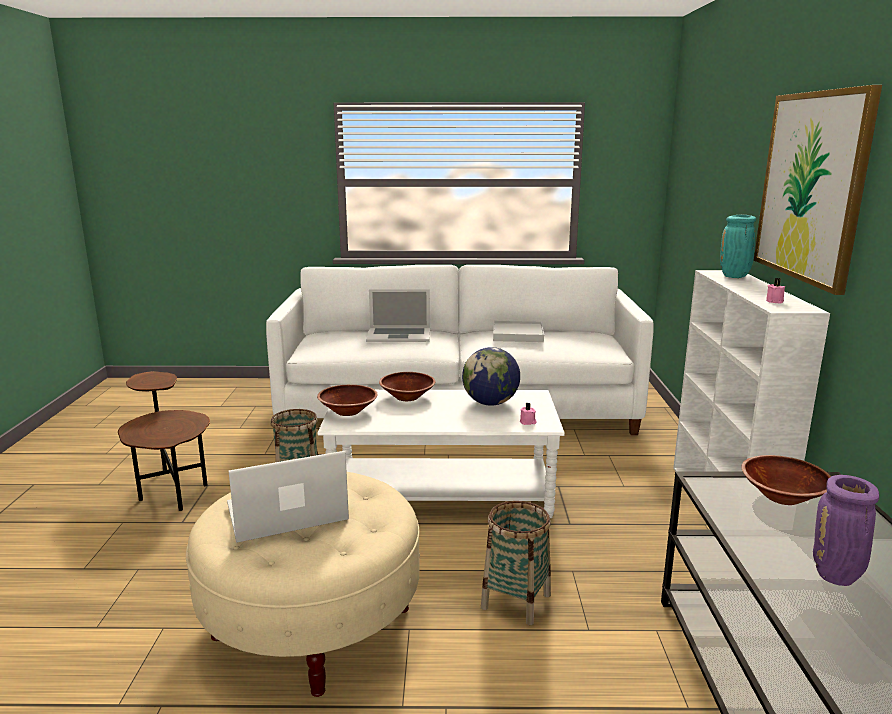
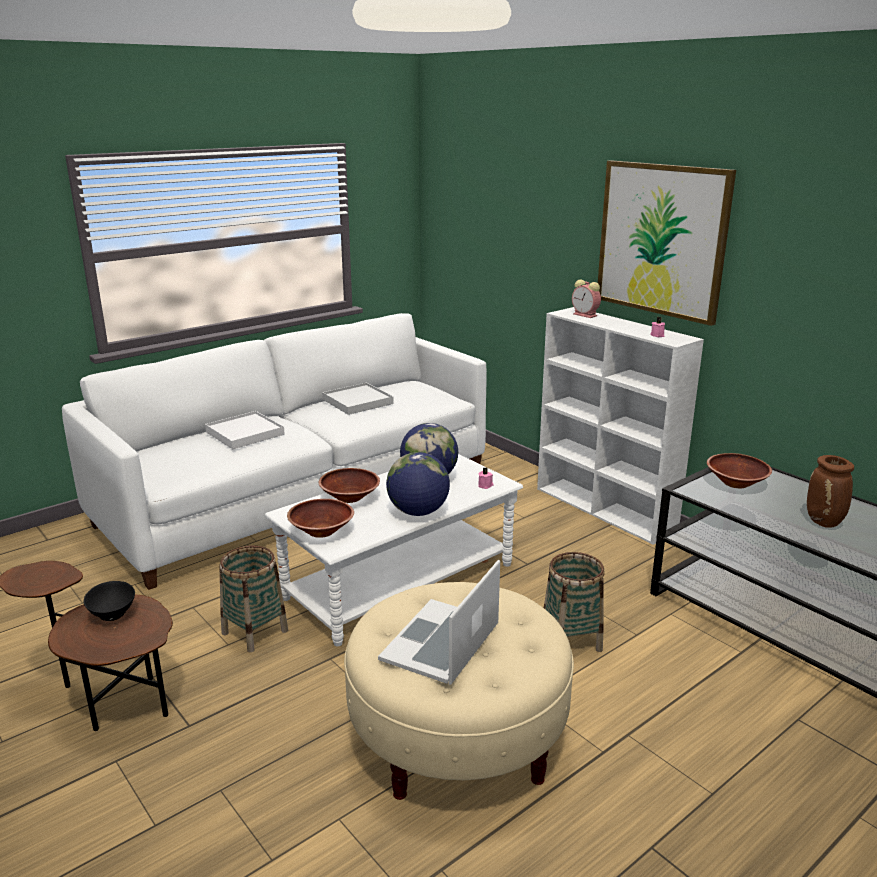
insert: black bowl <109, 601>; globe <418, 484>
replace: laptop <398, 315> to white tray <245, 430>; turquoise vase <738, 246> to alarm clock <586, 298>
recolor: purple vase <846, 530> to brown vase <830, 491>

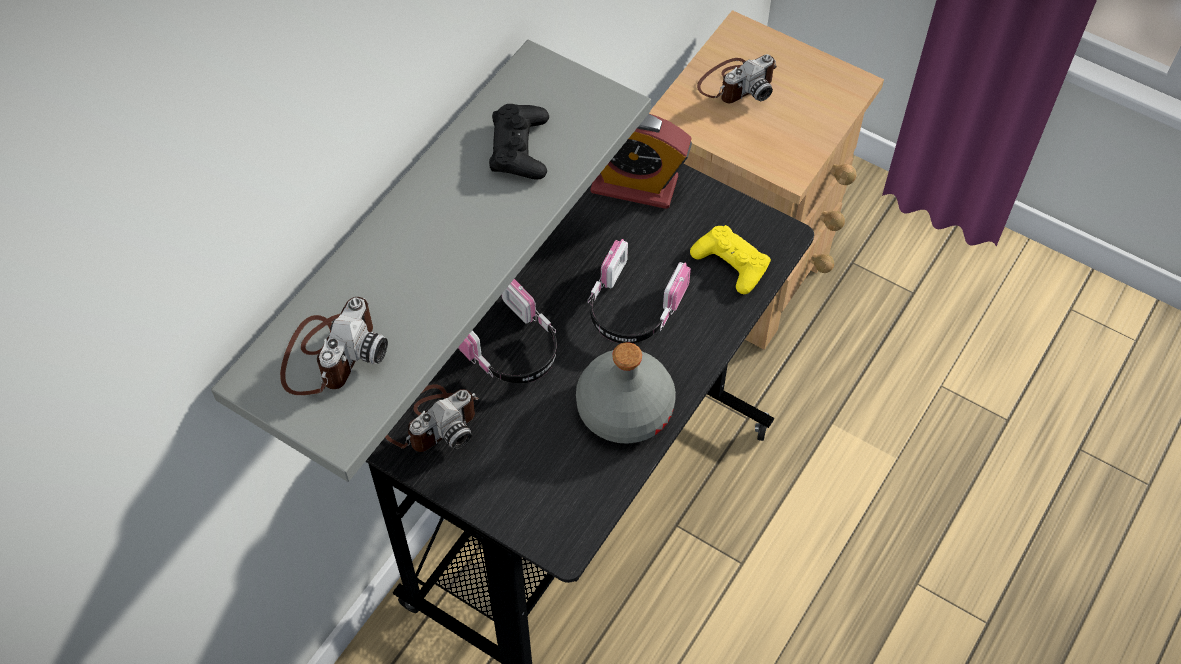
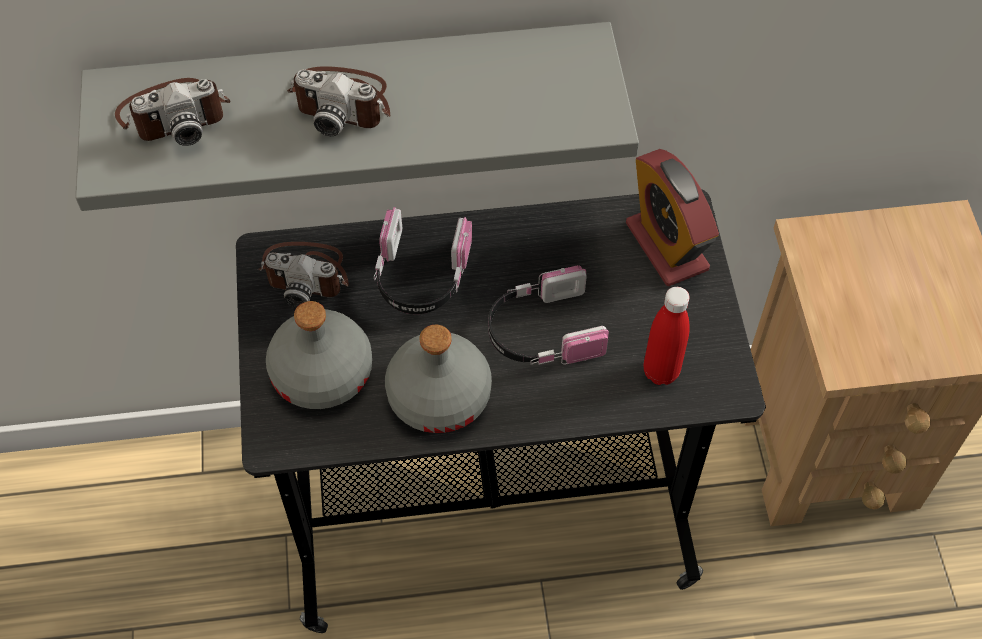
delete: black game controller <519, 141>
insert: grey bottle <319, 355>
move: photo camera <737, 78> to <338, 101>
replace: yellow game controller <730, 259> to red bottle <666, 336>

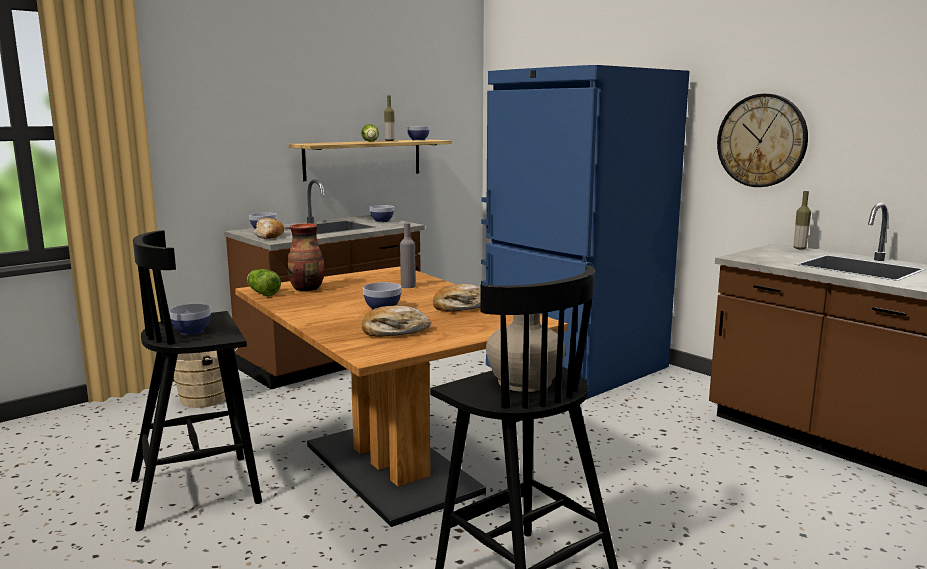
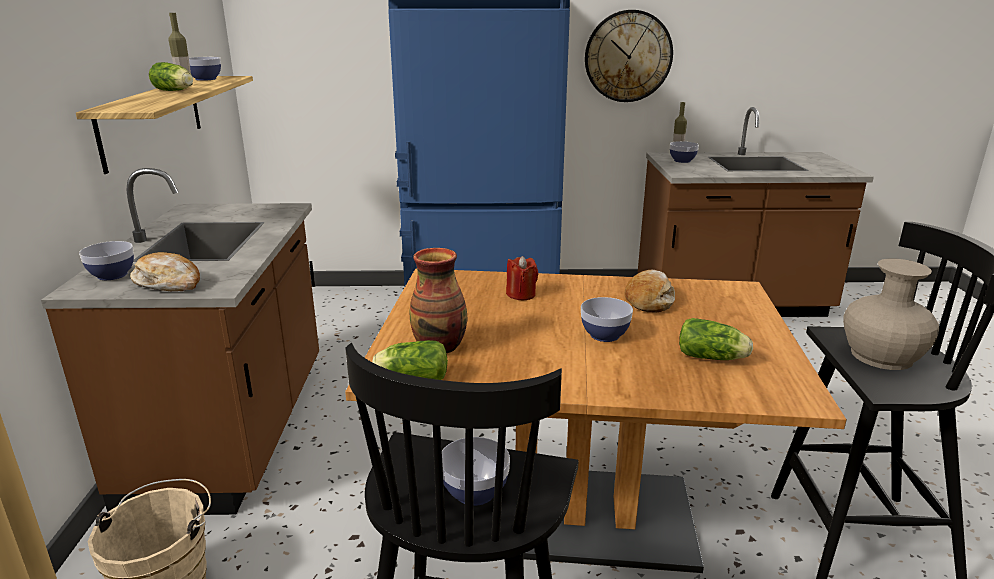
move: bowl <382, 213> to <684, 152>
replace: grey bottle <408, 255> to red candle <522, 278>; bread <396, 321> to lettuce <716, 339>

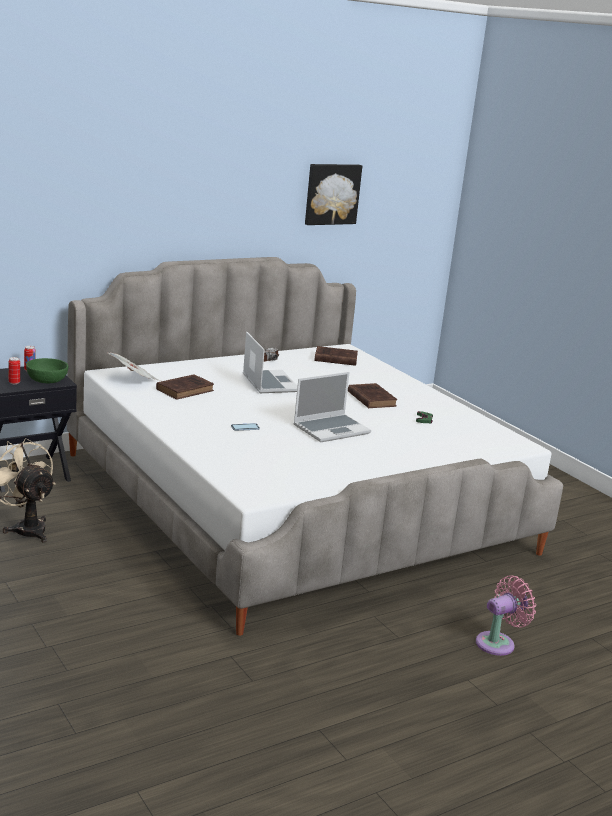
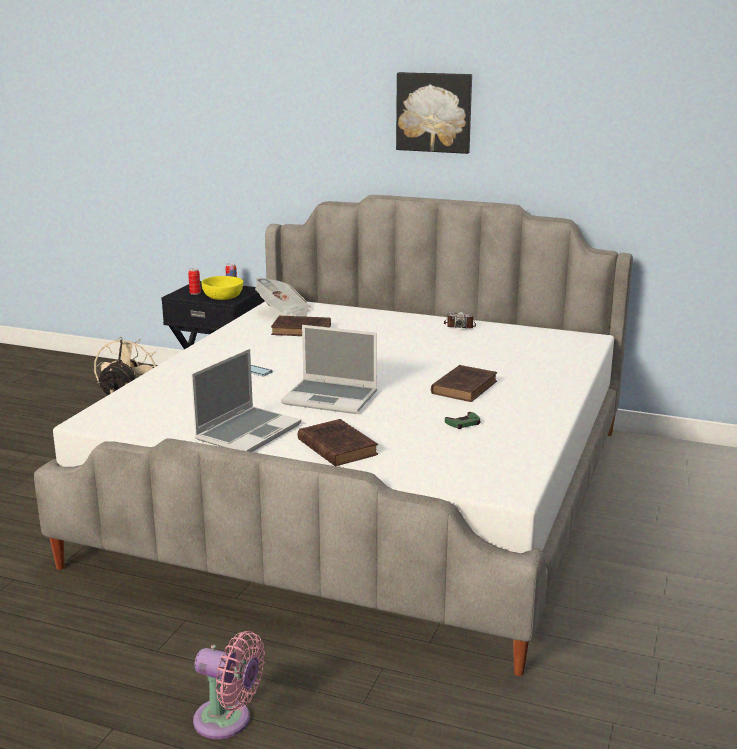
move: laptop <270, 362> to <246, 400>; brown book <336, 356> to <338, 442>; picture <333, 194> to <434, 113>
recolor: green bowl <47, 370> to yellow bowl <222, 288>

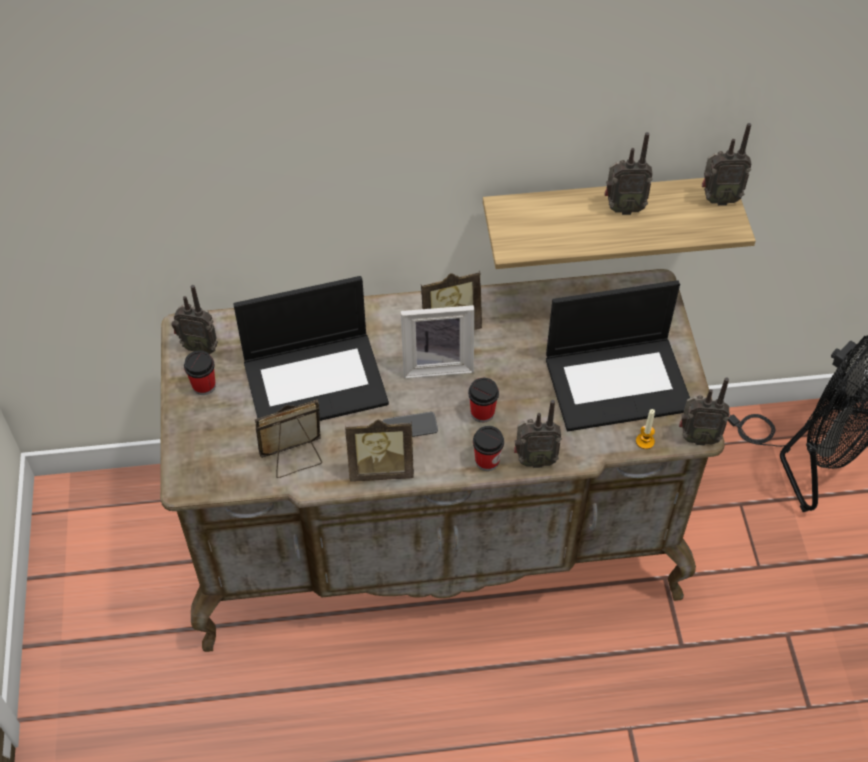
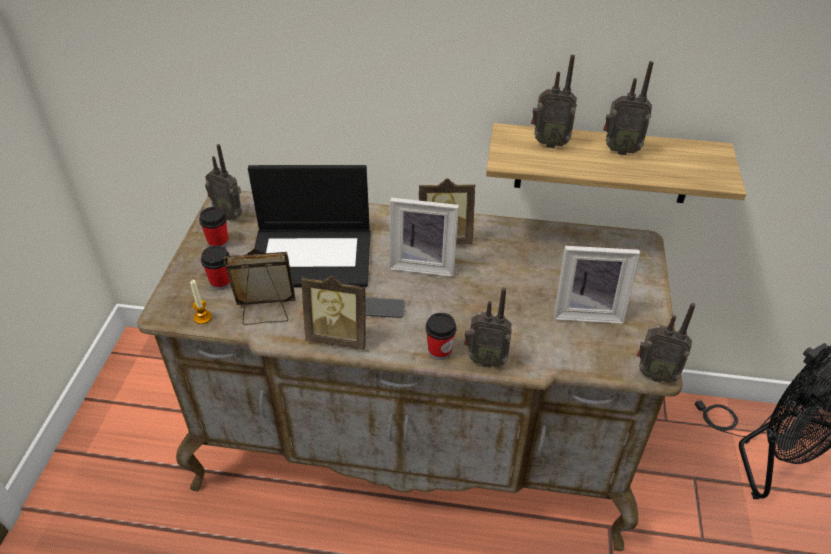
move: candle <645, 429> to <201, 302>; cup <483, 400> to <216, 268>; radio <727, 164> to <554, 101>
replace: laptop <618, 355> to picture frame <597, 285>

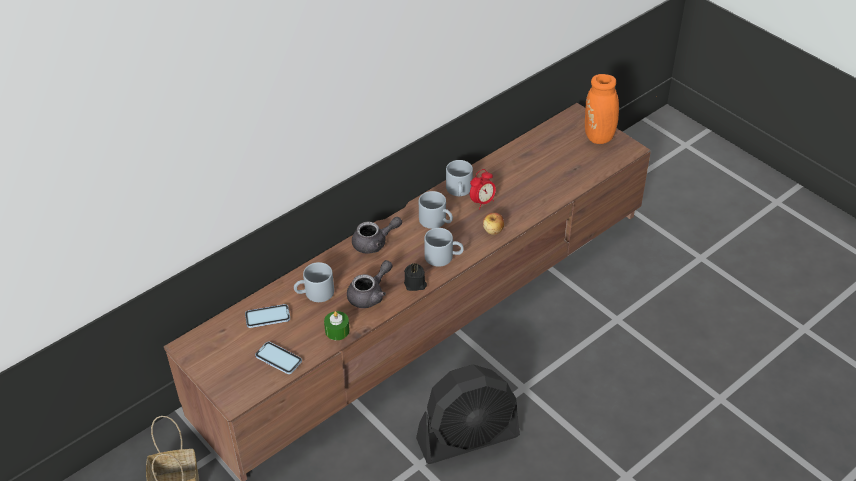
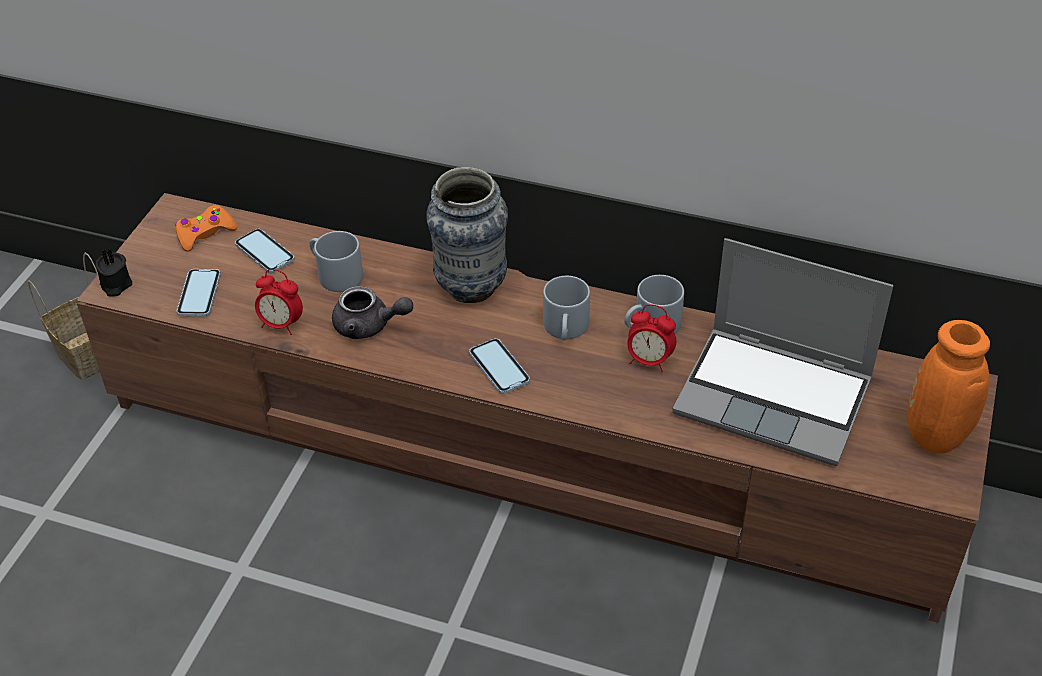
delete: black fan <468, 414>; apple <493, 224>
insert: orange game controller <206, 228>; laptop <782, 352>
move: black candle <415, 277> to <114, 273>
replace: green candle <337, 325> to alarm clock <279, 302>; grey teapot <377, 235> to vase <467, 235>; grey mug <444, 247> to phone <499, 366>

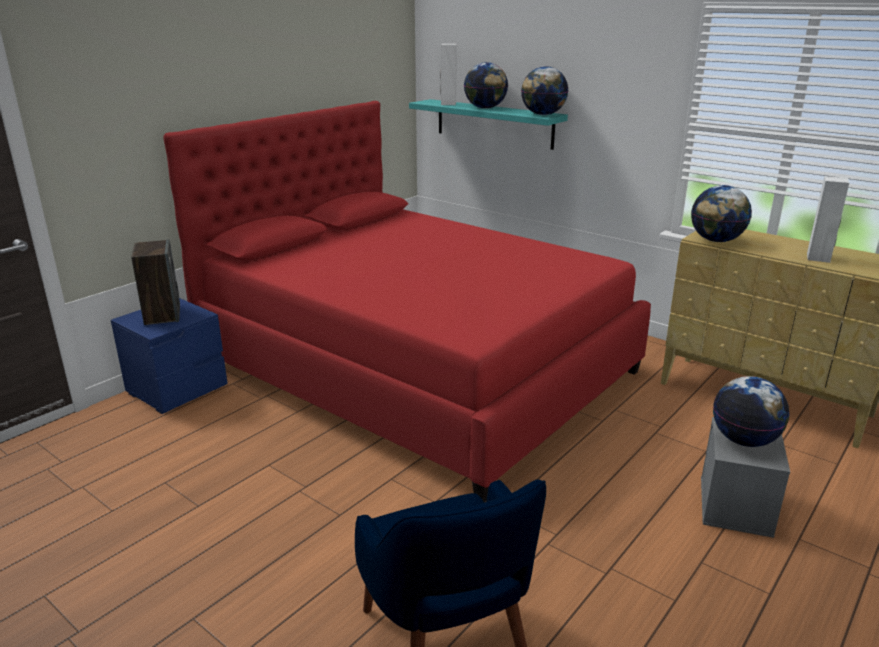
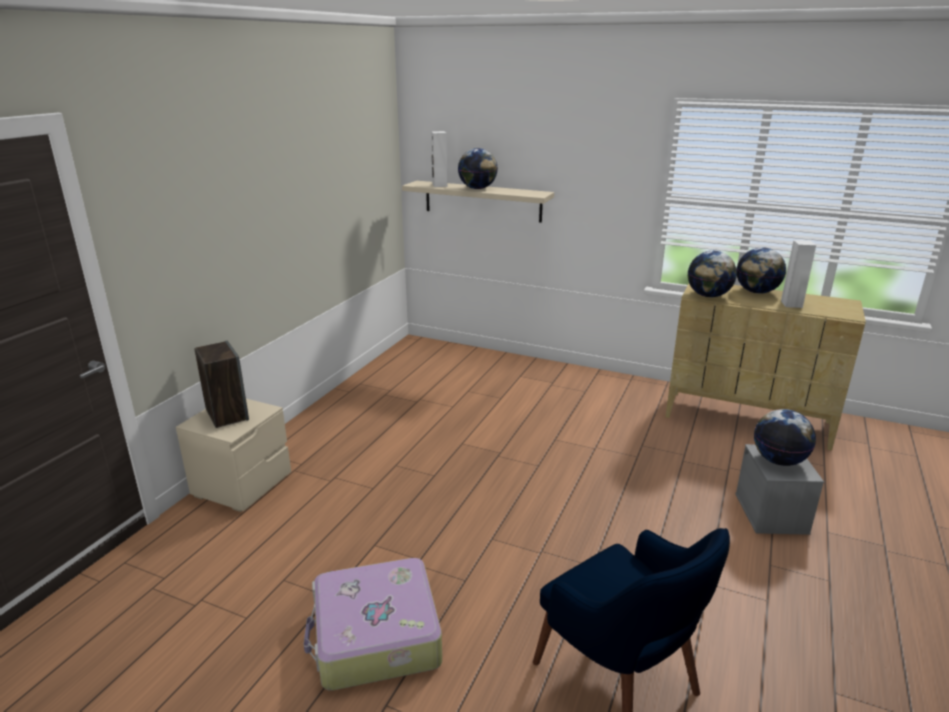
delete: red bed <407, 301>
insert: suitcase <373, 624>
move: globe <544, 90> to <761, 270>
recolor: blue nightstand <169, 356> to beige nightstand <233, 455>; turquoise shelf <488, 124> to beige shelf <478, 202>

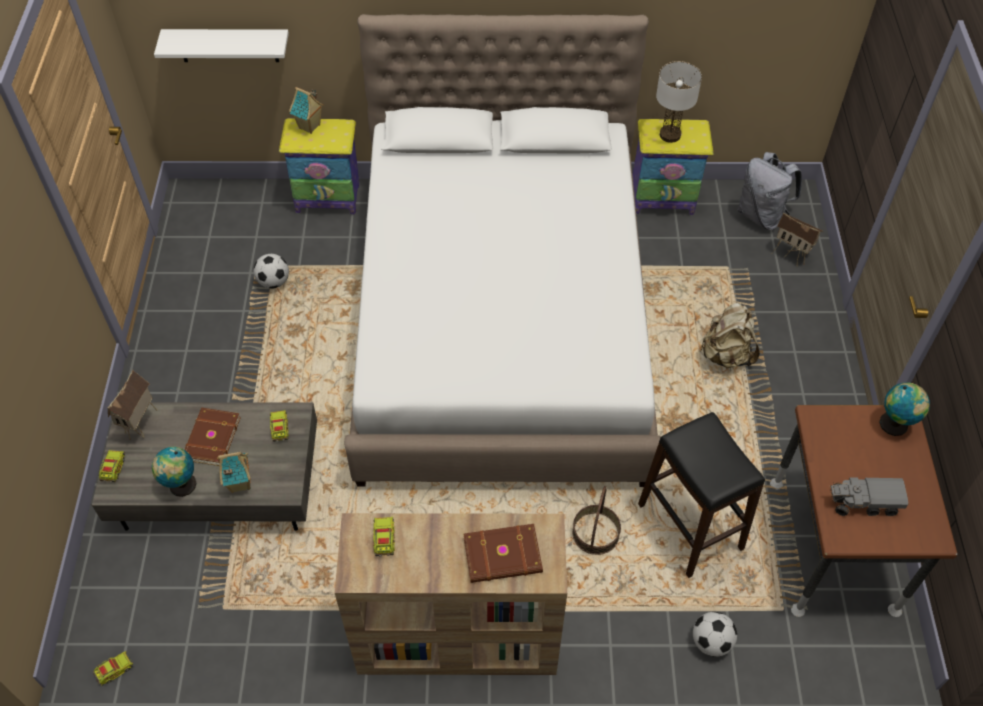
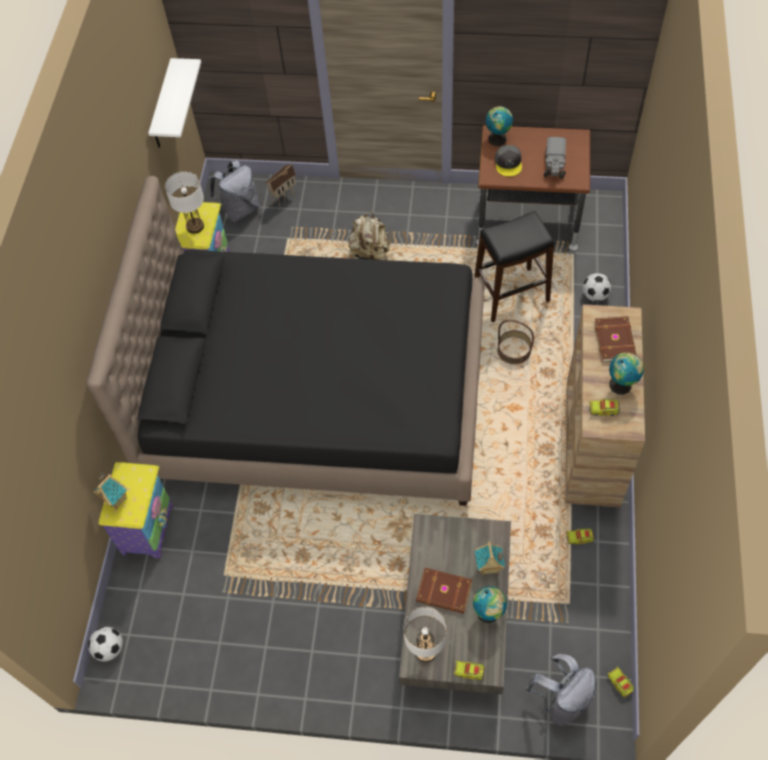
insert: grey cap <508, 161>; grey backpack <561, 690>; globe <626, 373>
move: football <271, 271> to <105, 644>; white shelf <221, 45> to <174, 103>; toy truck <279, 426> to <580, 536>
replace: toy house <132, 405> to table lamp <425, 634>
recolor: white bed <502, 250> to black bed <285, 341>

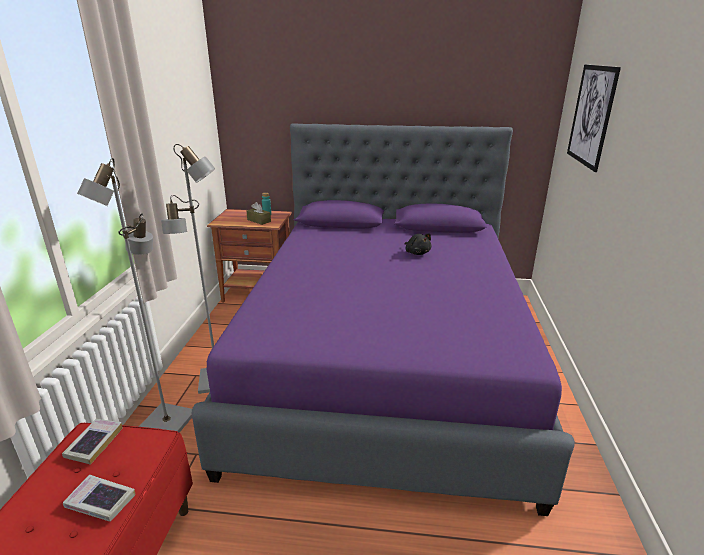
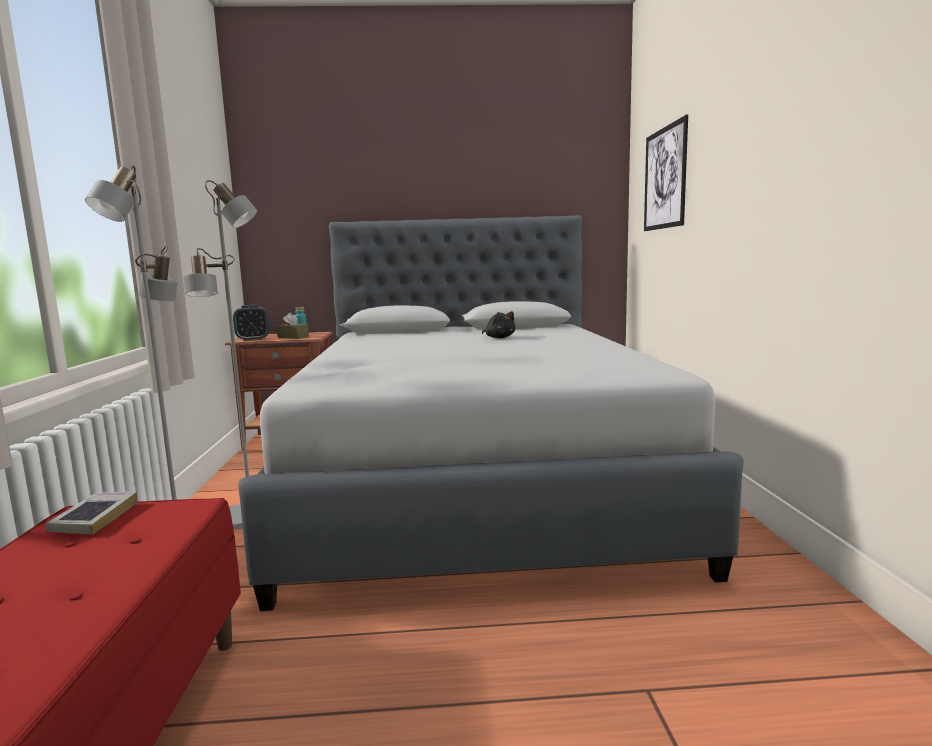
delete: book <99, 498>
insert: alarm clock <251, 323>
recolor: purple bed <383, 320> to grey bed <491, 413>

